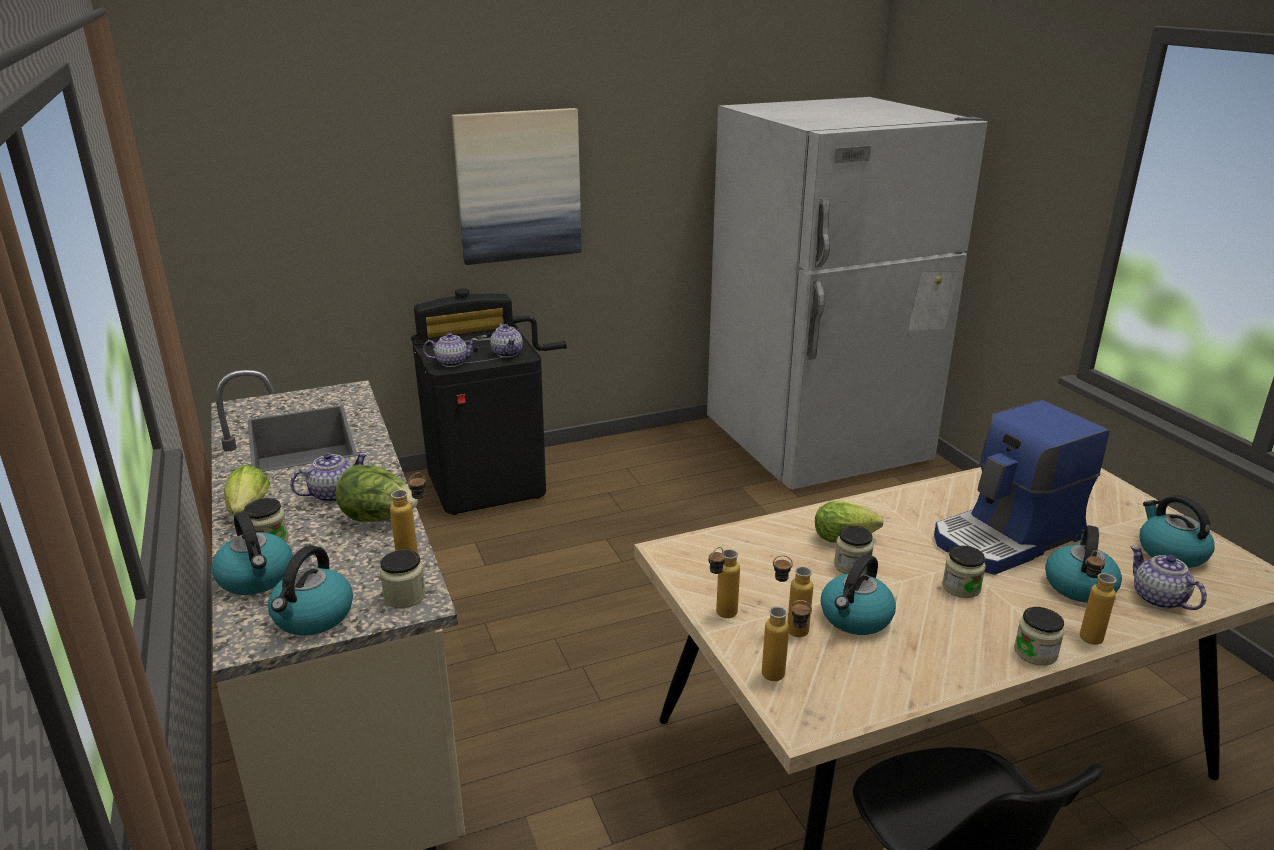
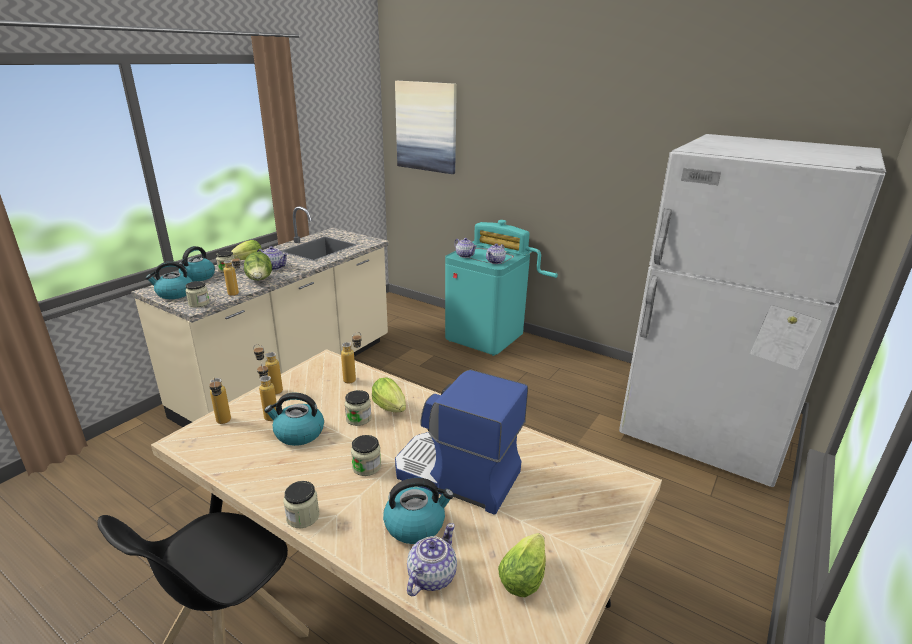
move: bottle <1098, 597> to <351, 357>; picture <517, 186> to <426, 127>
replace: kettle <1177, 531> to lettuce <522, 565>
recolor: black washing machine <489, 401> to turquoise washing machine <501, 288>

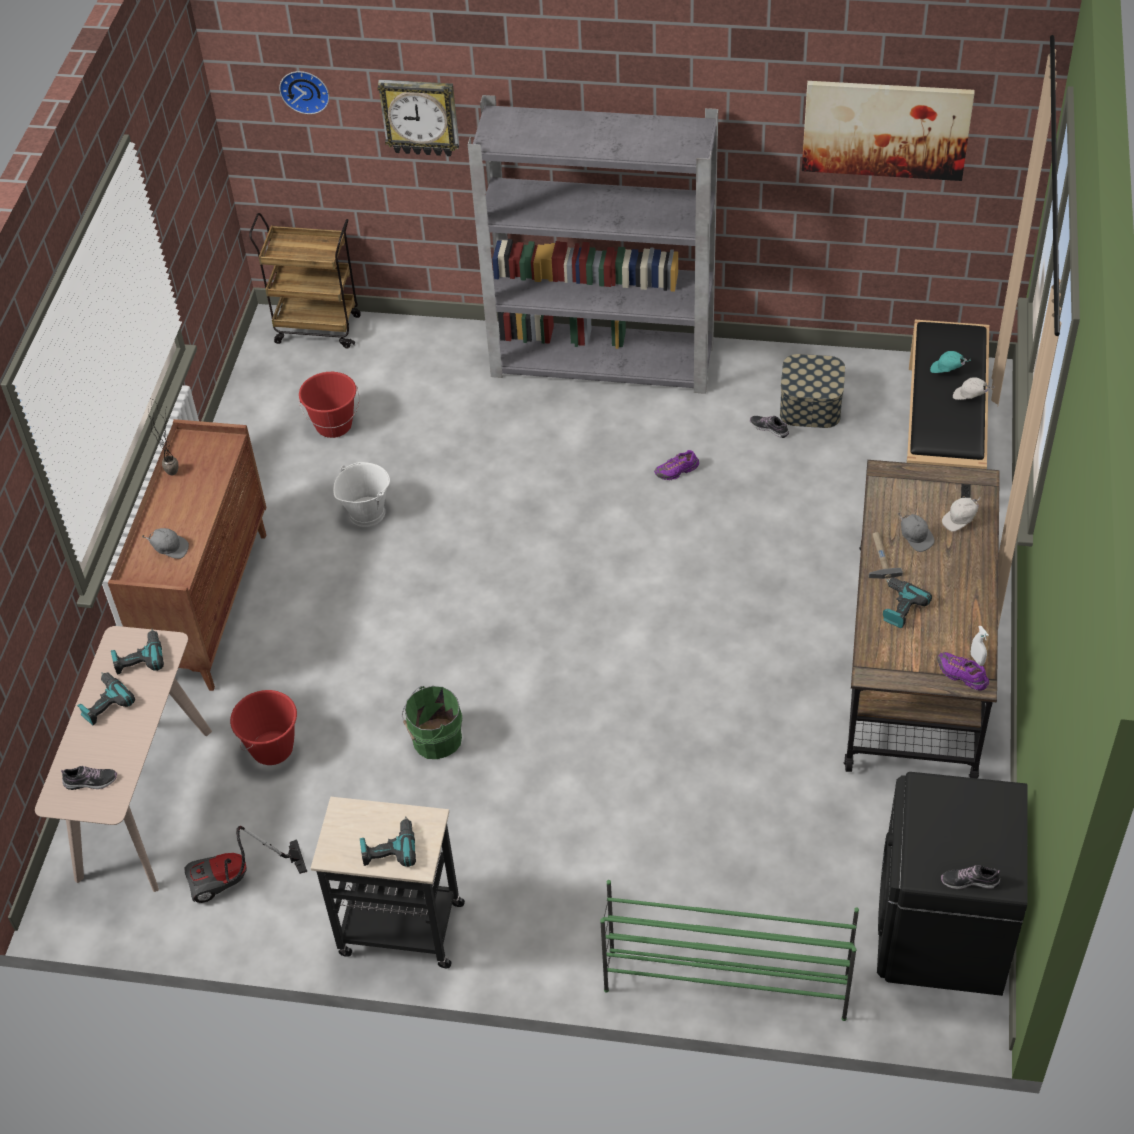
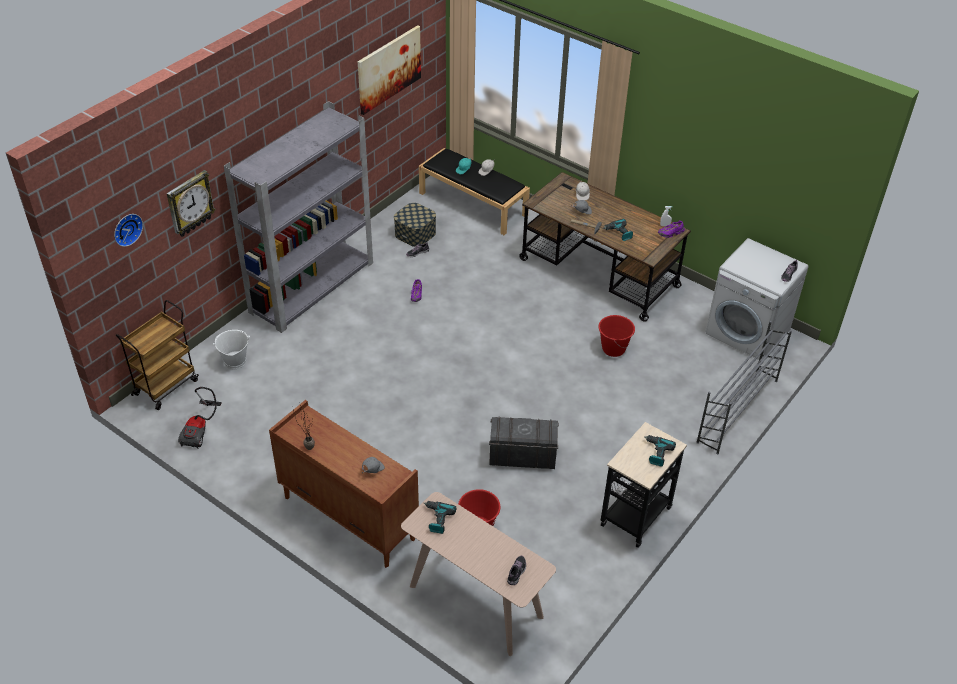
delete: power drill <106, 698>
move: vacuum cleaner <245, 864> to <200, 418>; white bucket <361, 494> to <231, 349>; red bucket <329, 405> to <616, 336>
replace: green bucket <432, 722> to grey storage box <524, 442>
recolor: green shoe rack <729, 950> to grey shoe rack <744, 388>; black washing machine <952, 884> to white washing machine <757, 299>

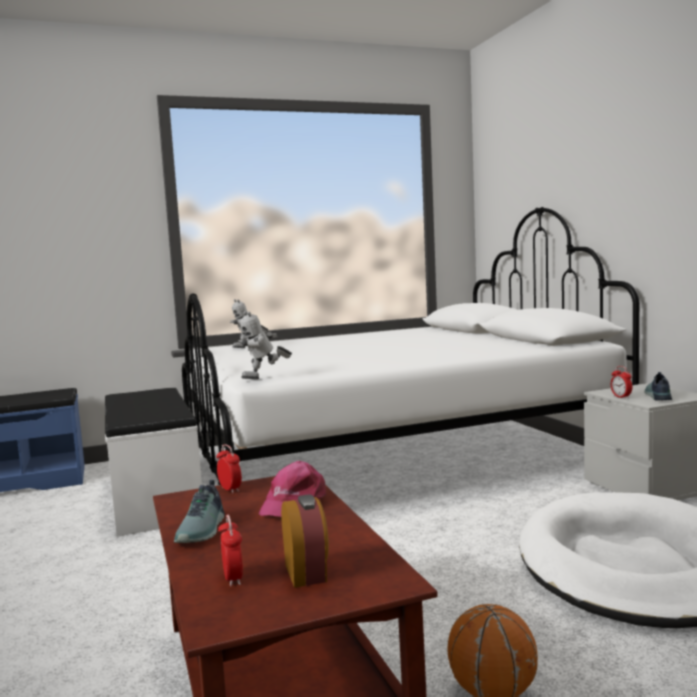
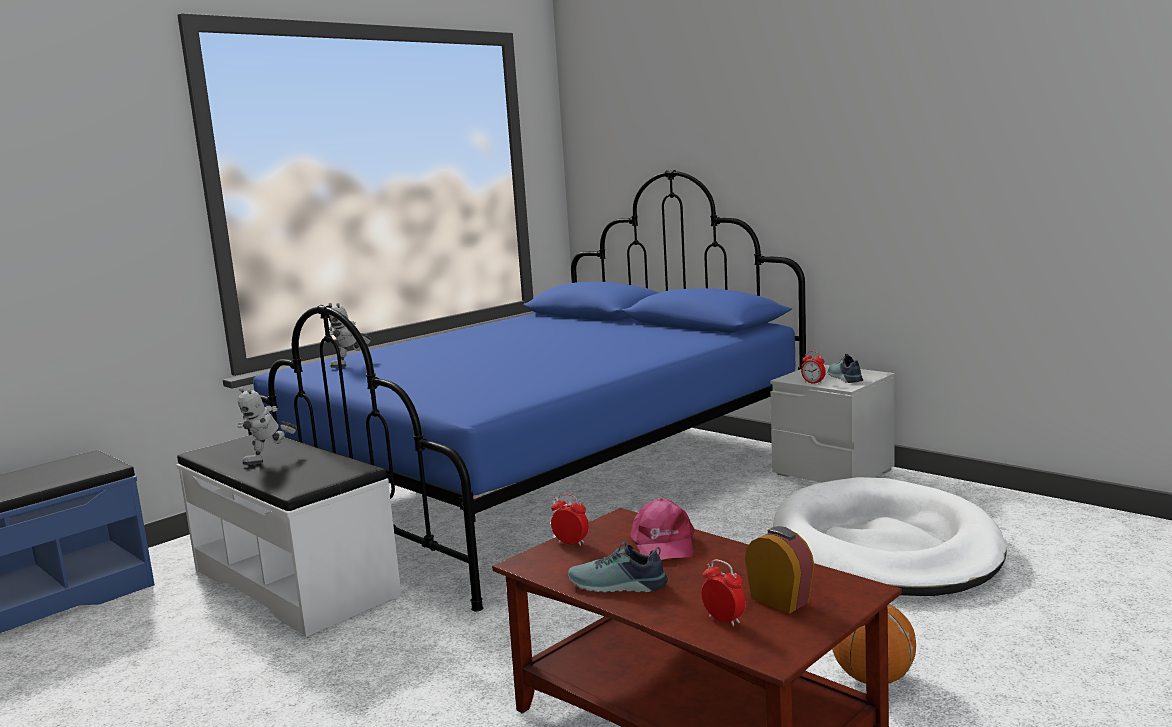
move: toy robot <264, 345> to <267, 426>
recolor: white bed <411, 346> to blue bed <527, 390>
rotate: shoe <199, 511> = <618, 567> 120 degrees clockwise

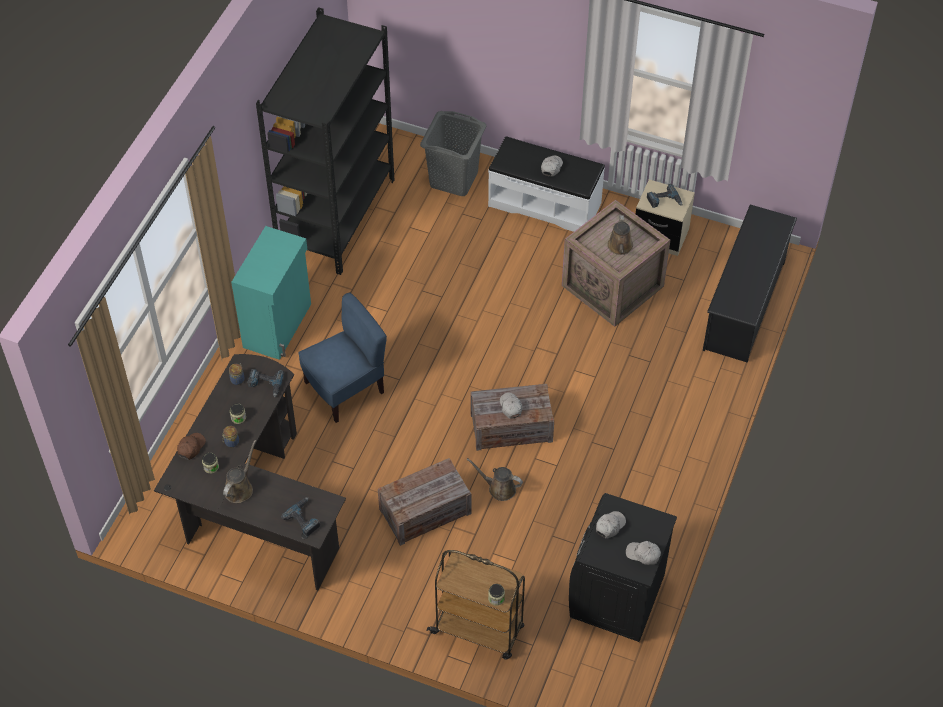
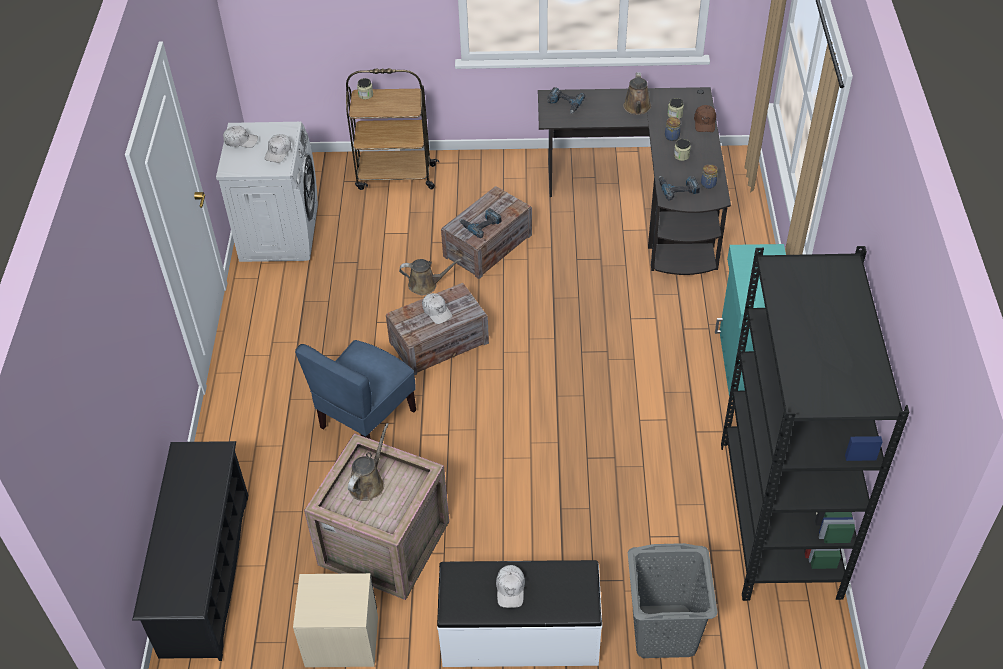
move: blue chair <342, 358> to <355, 389>; power drill <665, 196> to <480, 223>
recolor: black washing machine <623, 567> to white washing machine <267, 192>
rotate: brown watering can <620, 235> = <368, 462> 45 degrees clockwise

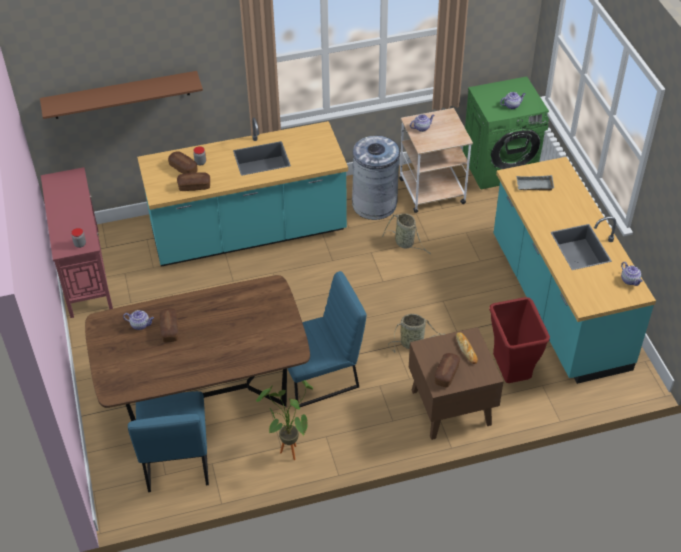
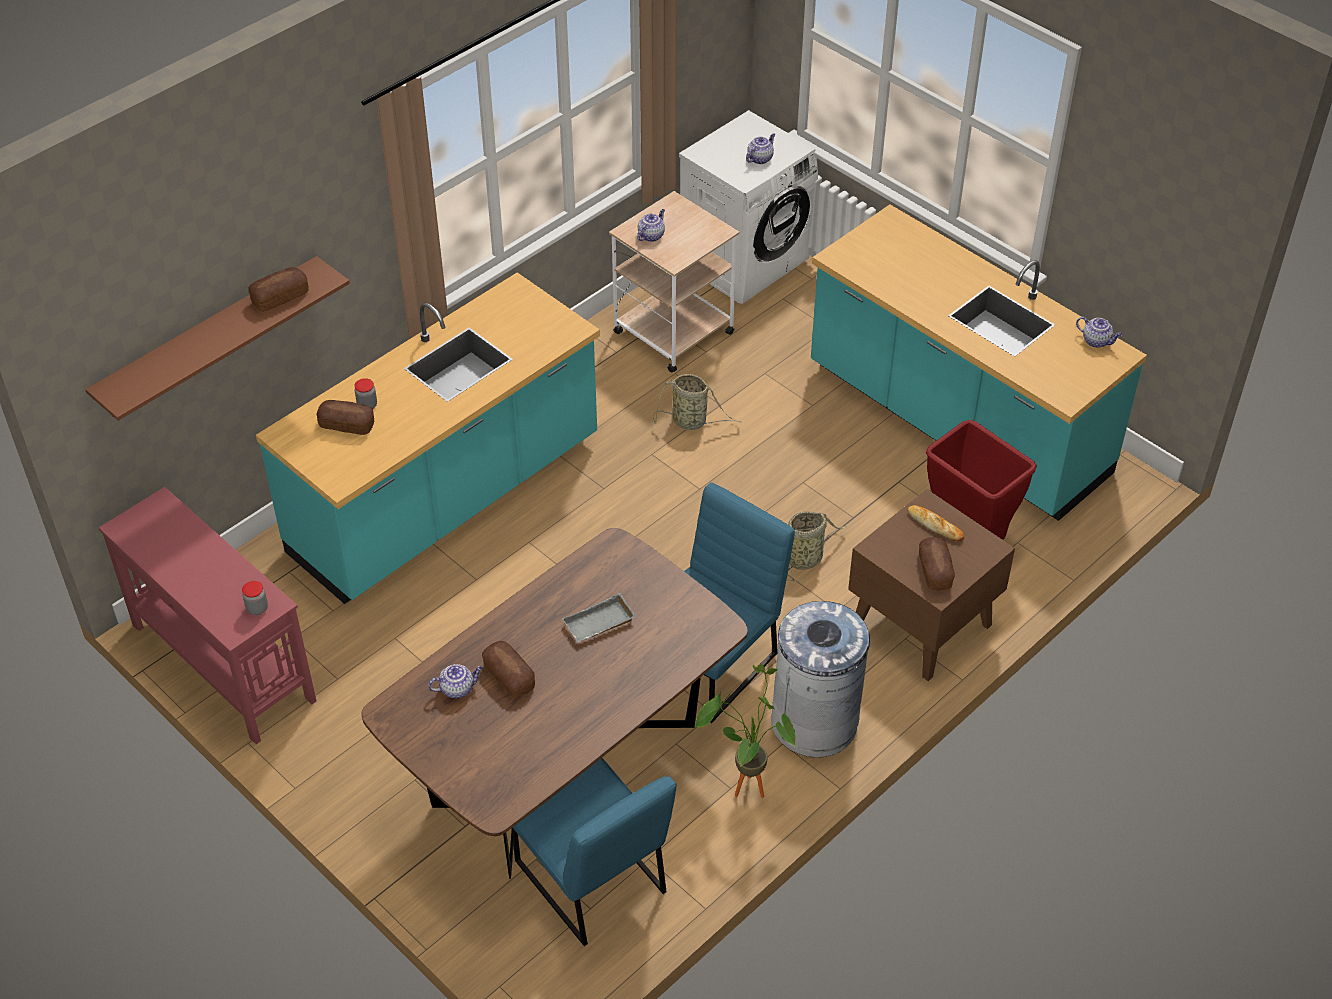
move: bread <193, 181> to <278, 289>; grey tray <535, 183> to <599, 618>; grey trash can <376, 178> to <820, 679>
recolor: green washing machine <506, 133> to white washing machine <748, 207>

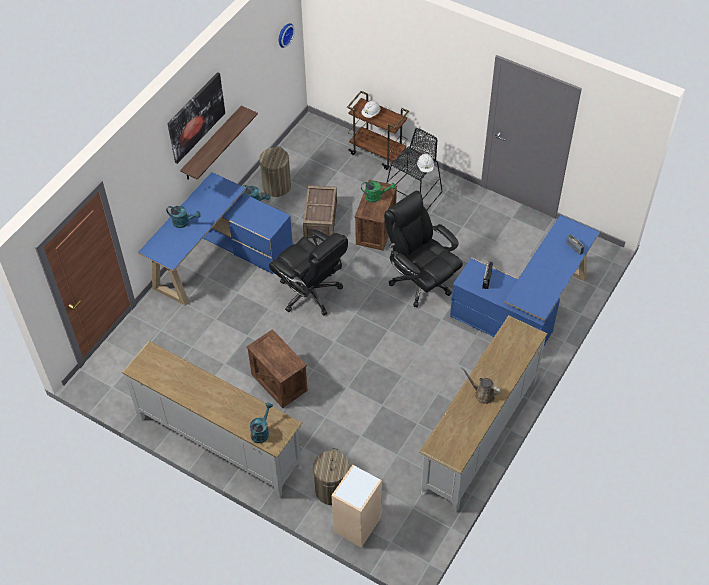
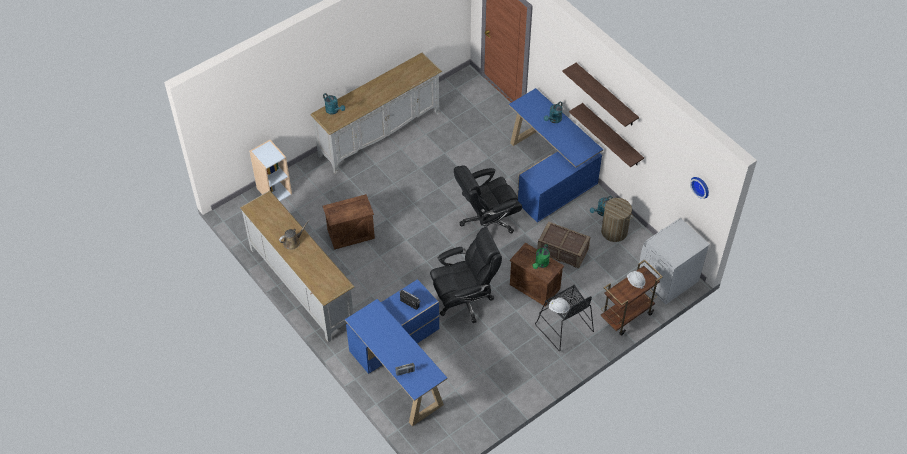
delete: laundry basket <331, 476>
insert: white washing machine <674, 261>
move: crate <277, 368> to <349, 222>
replace: picture <196, 118> to shelf <600, 95>

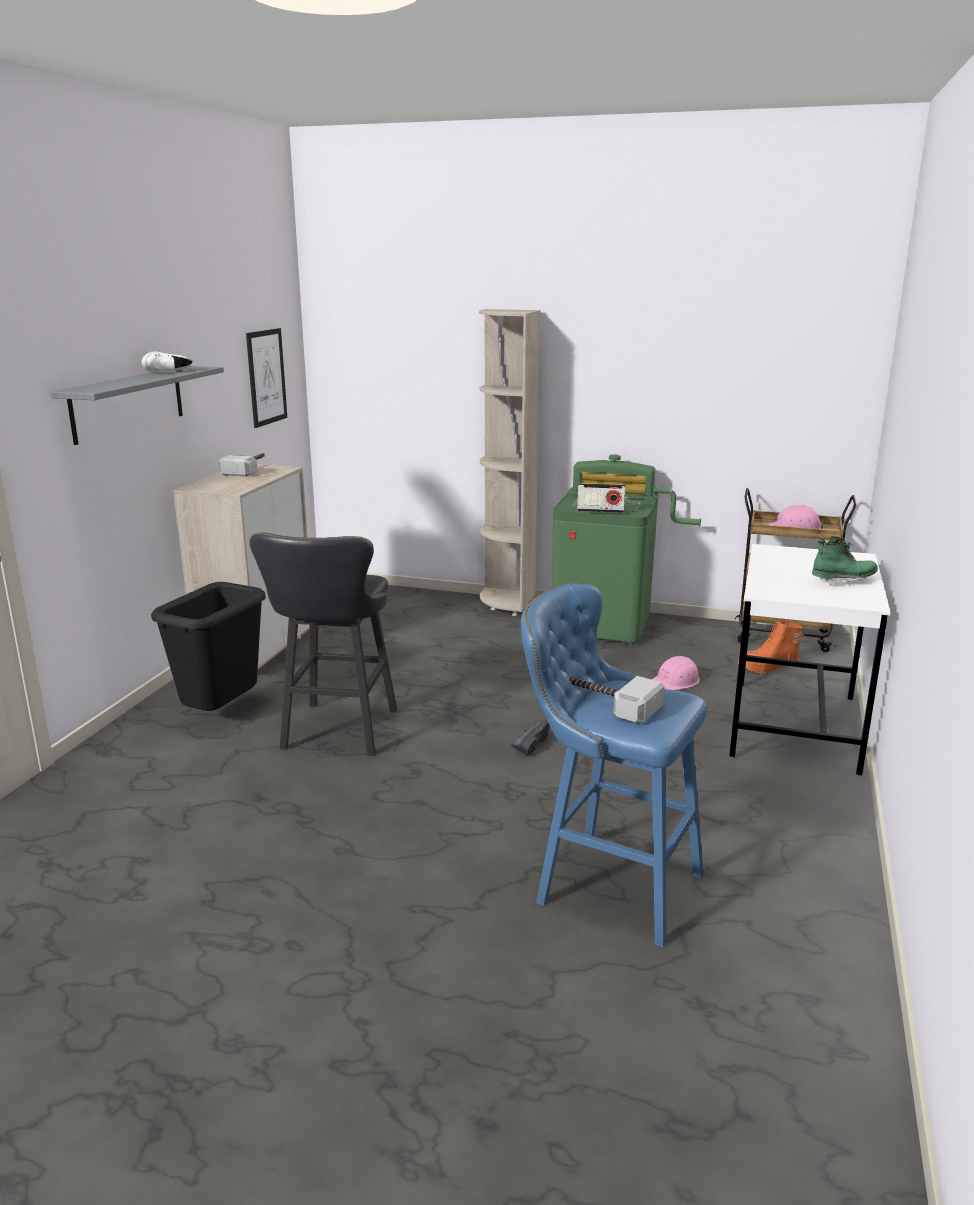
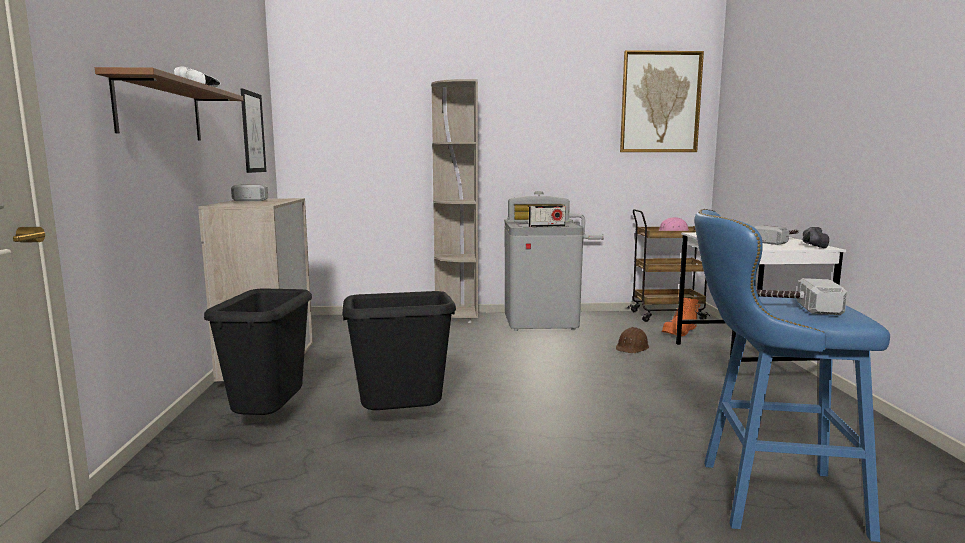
insert: picture <662, 101>
move: black shoe <530, 737> to <816, 237>
replace: black stool <323, 644> to black trash can <399, 350>; green boot <845, 561> to hammer <776, 235>
recolor: grey shelf <137, 405> to brown shelf <169, 104>; green washing machine <626, 549> to grey washing machine <554, 261>; pink hard hat <676, 673> to brown hard hat <632, 340>

